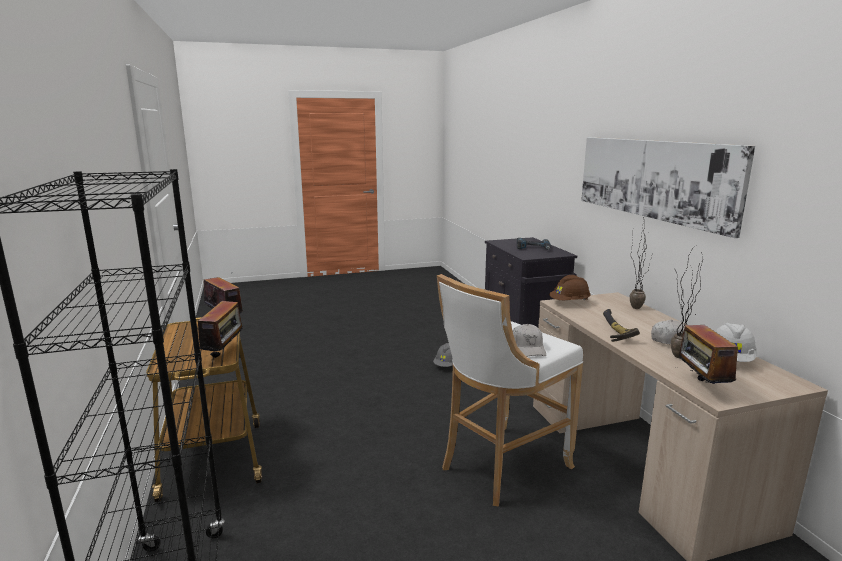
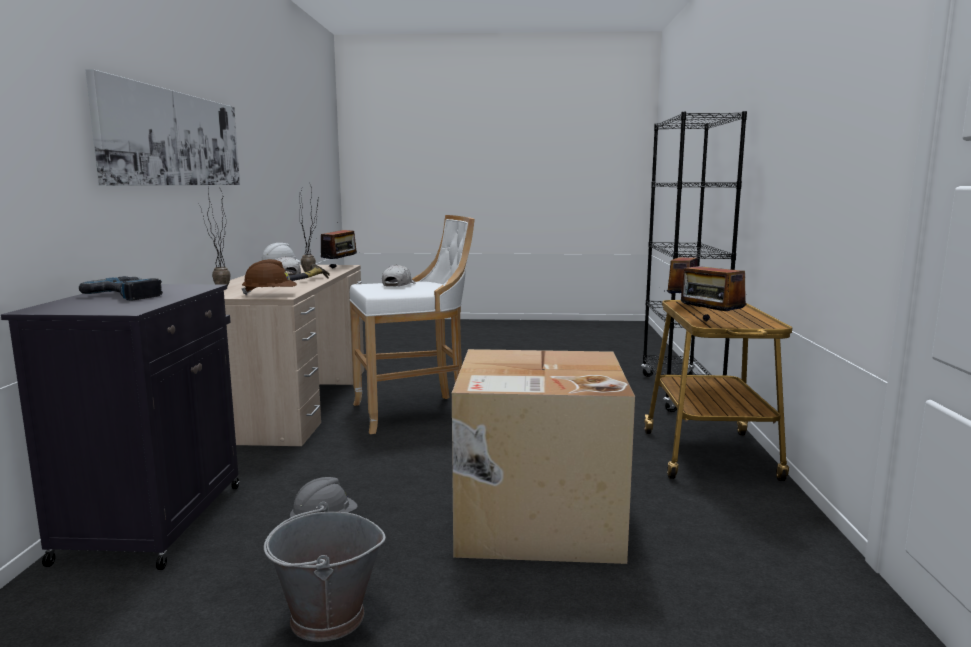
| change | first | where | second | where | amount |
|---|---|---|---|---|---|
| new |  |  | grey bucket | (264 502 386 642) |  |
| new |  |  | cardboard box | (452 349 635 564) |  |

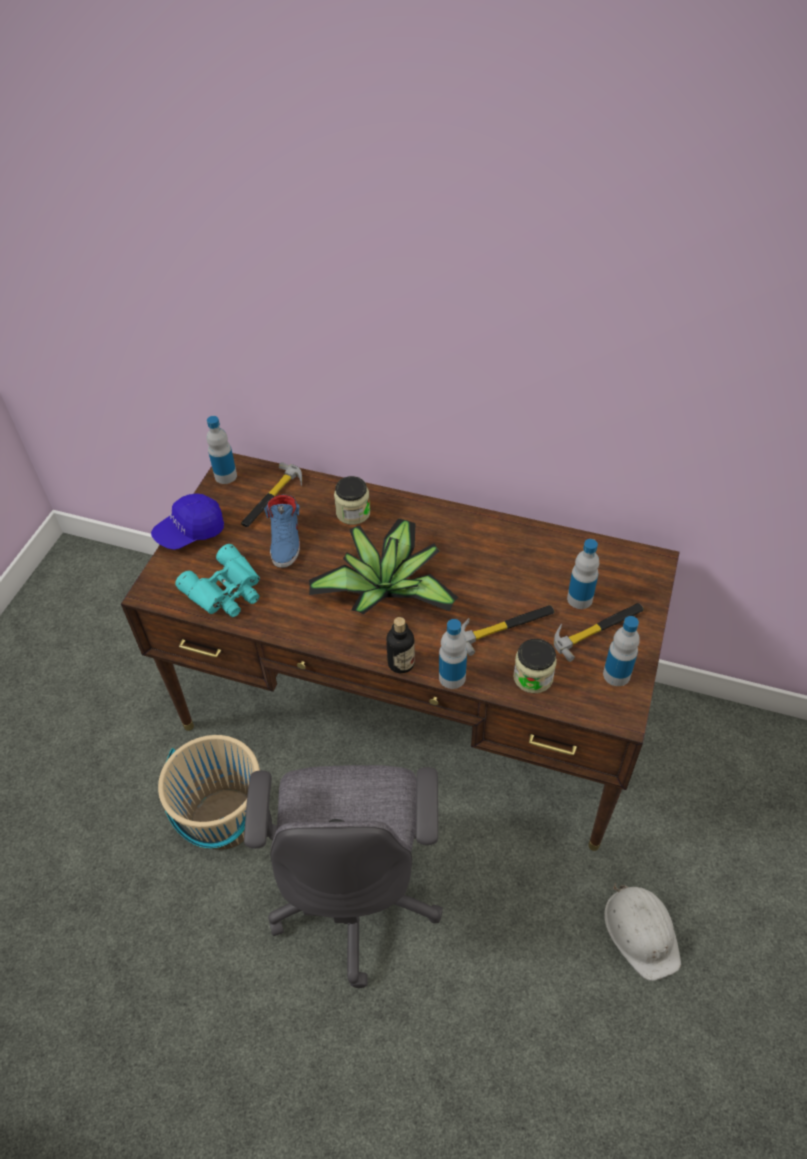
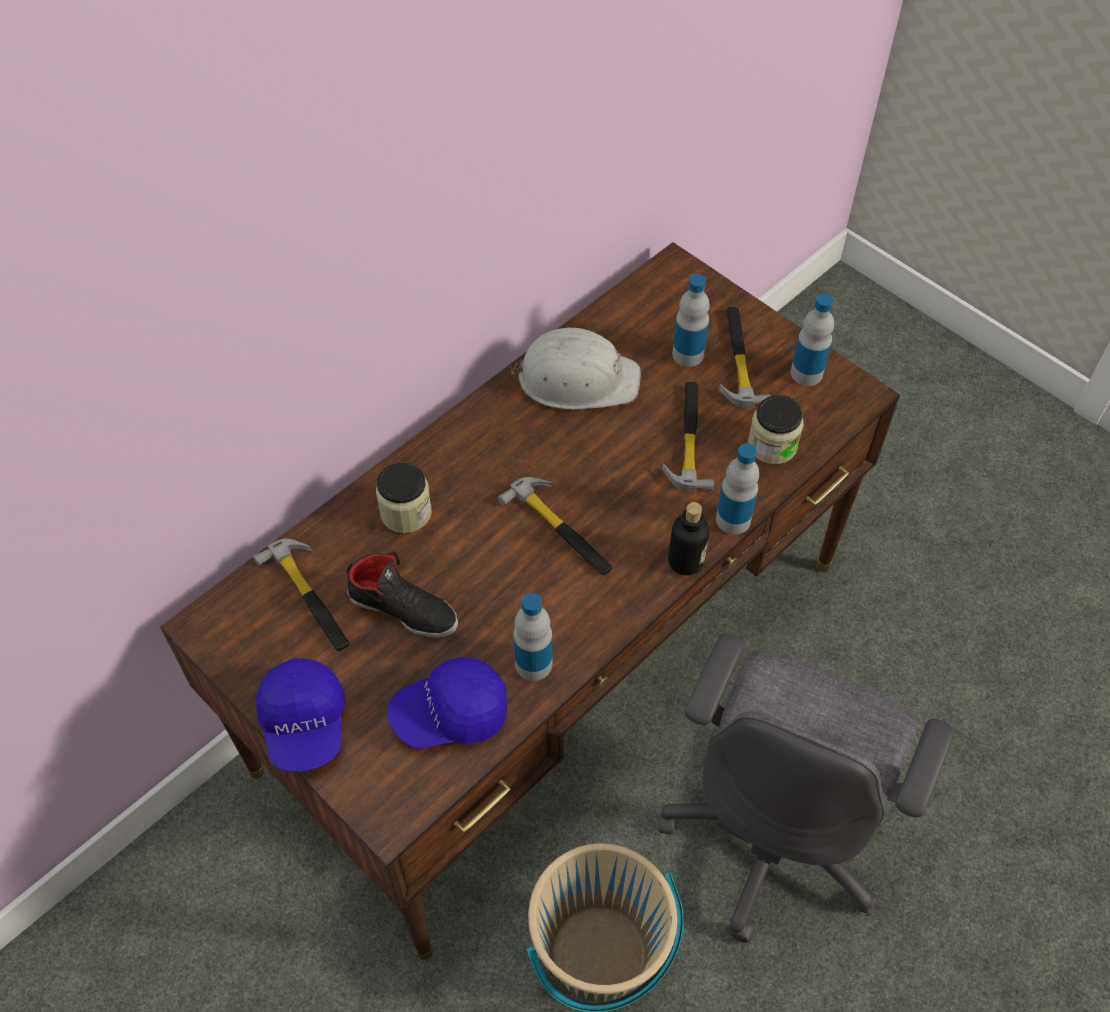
| change | first | where | second | where | amount |
|---|---|---|---|---|---|
| shifted | bottle | (207 416 237 484) |  | (513 593 552 681) |  |
| shifted | white hard hat | (604 883 681 981) |  | (510 328 641 409) |  |
| swapped | turquoise binoculars | (175 544 260 617) | blue cap | (387 657 507 748) |  |
| swapped | potted plant | (309 518 458 614) | hammer | (498 477 612 575) |  |
| repainted | blue shoe | (264 494 300 568) | black shoe | (347 551 458 638) |  |
| rotated | grey office chair | (244 765 443 988) |  | (659 633 955 943) | 90 degrees clockwise |

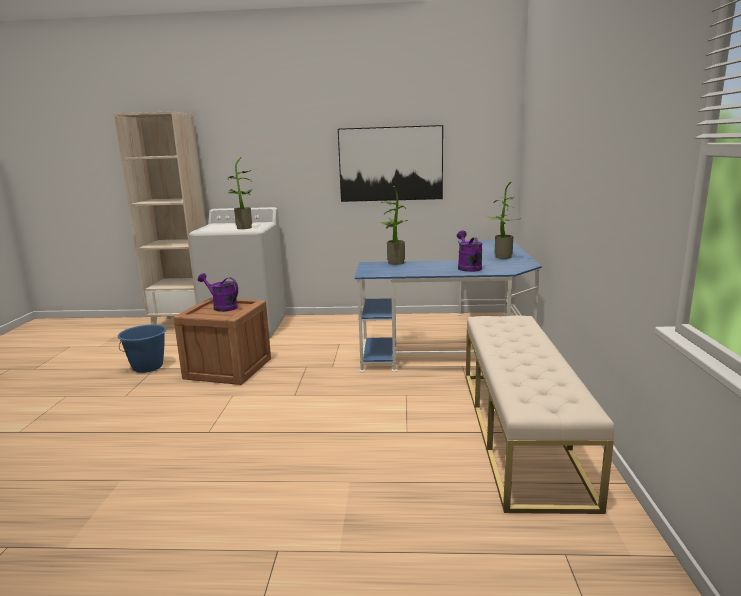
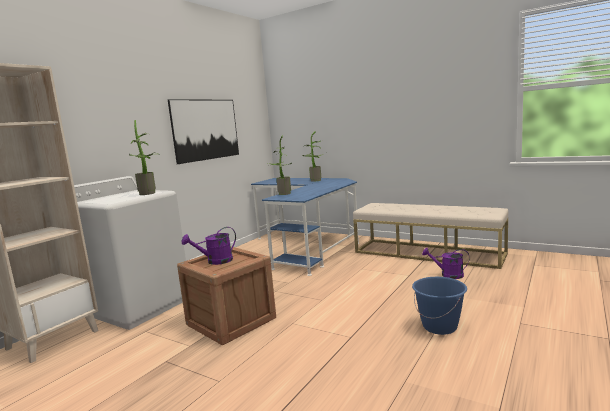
| change | first | where | second | where | amount |
|---|---|---|---|---|---|
| shifted | blue bucket | (118 325 166 373) |  | (412 277 467 335) |  |
| shifted | purple watering can | (457 231 483 272) |  | (422 248 469 279) |  |

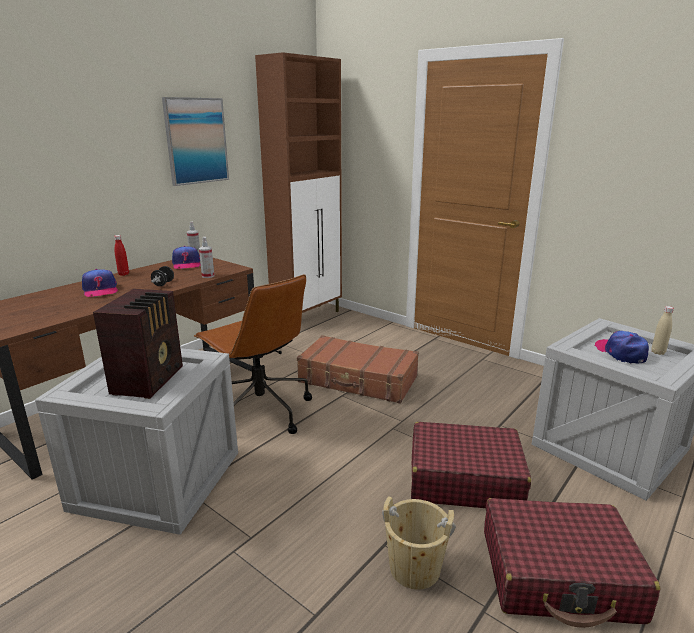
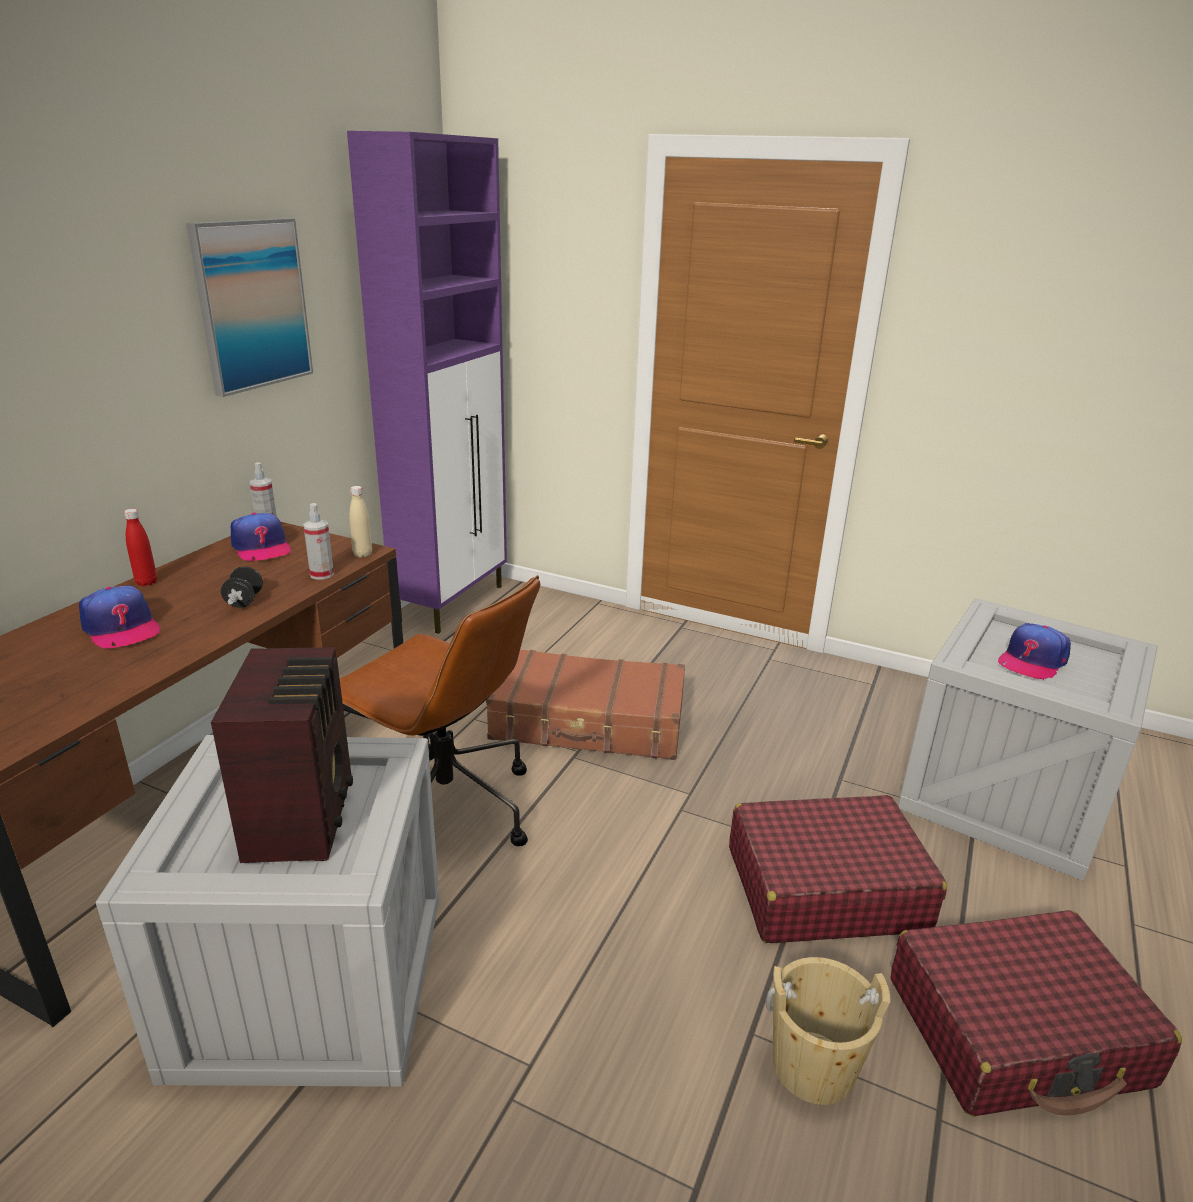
| change | first | where | second | where | amount |
|---|---|---|---|---|---|
| shifted | beige bottle | (651 306 674 355) |  | (349 486 372 558) |  |
| repainted | brown cabinet | (255 52 342 313) | purple cabinet | (347 131 507 634) |  |
| rotated | cap | (595 331 649 363) |  | (998 623 1071 681) | 105 degrees counterclockwise |

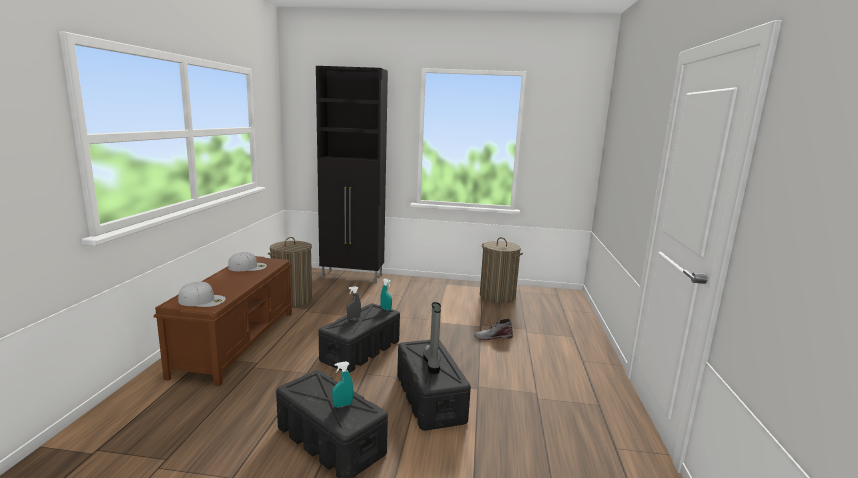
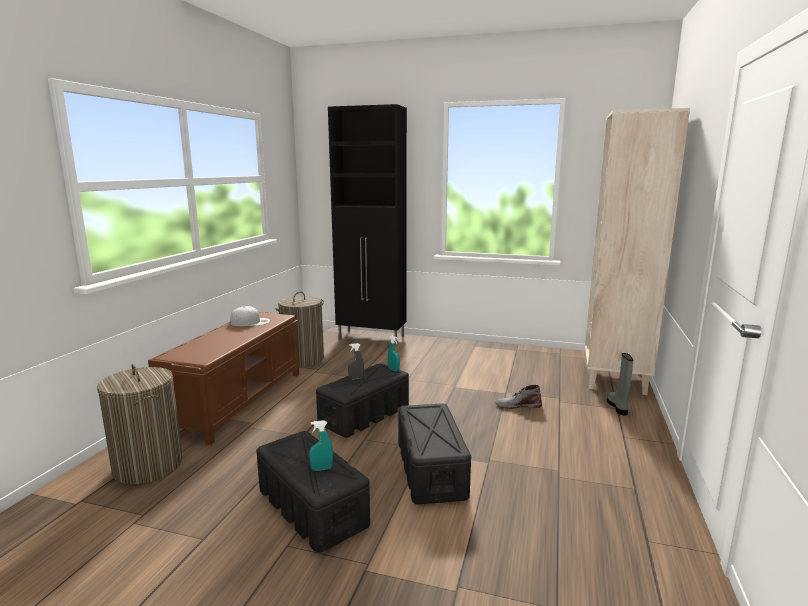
| change | first | where | second | where | amount |
|---|---|---|---|---|---|
| gone | white cap | (178 282 226 307) |  |  |  |
| new |  |  | beige bookcase | (585 108 690 395) |  |
| shifted | grey boot | (423 302 441 374) |  | (607 353 633 415) |  |
| shifted | laundry basket | (480 237 523 303) |  | (97 364 183 484) |  |

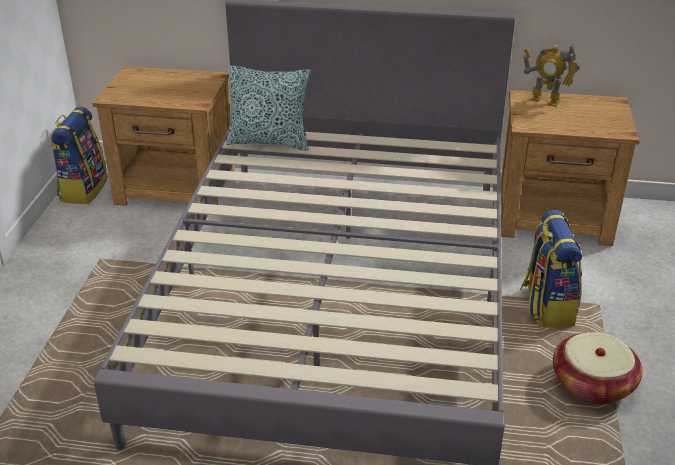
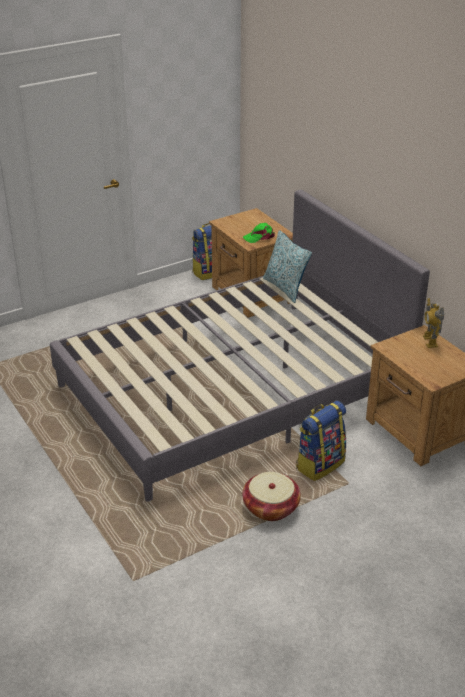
| change | first | where | second | where | amount |
|---|---|---|---|---|---|
| new |  |  | green cap | (243 223 275 243) |  |

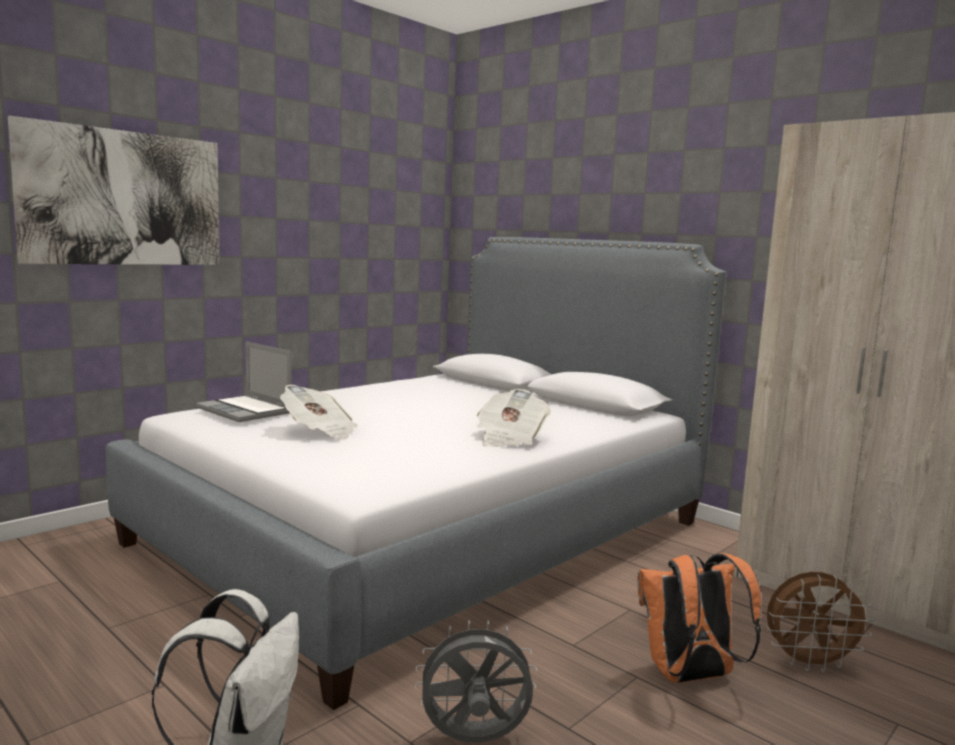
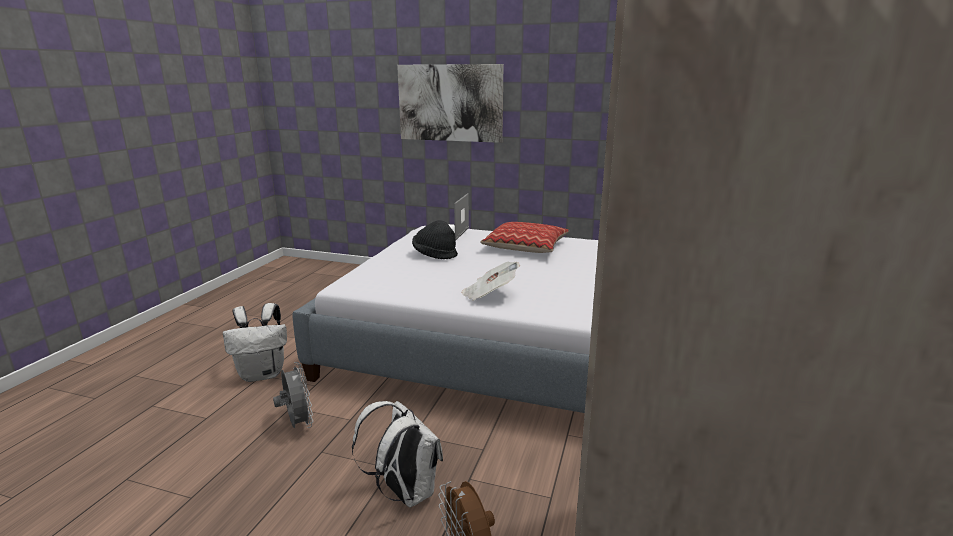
| change | first | where | second | where | amount |
|---|---|---|---|---|---|
| new |  |  | pillow | (480 222 569 253) |  |
| swapped | newspaper | (280 385 358 440) | black hat | (412 220 458 259) |  |
| repainted | orange backpack | (637 553 761 683) | white backpack | (352 401 443 508) |  |

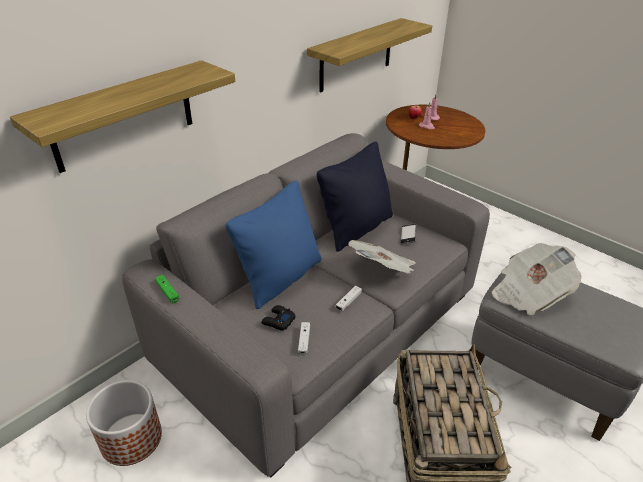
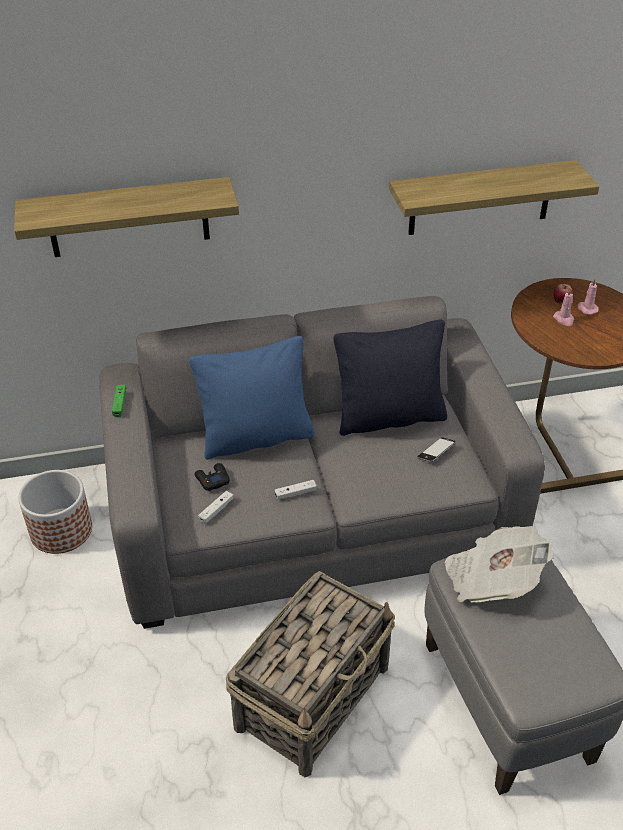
| change | first | where | second | where | amount |
|---|---|---|---|---|---|
| gone | newspaper | (348 240 416 274) |  |  |  |

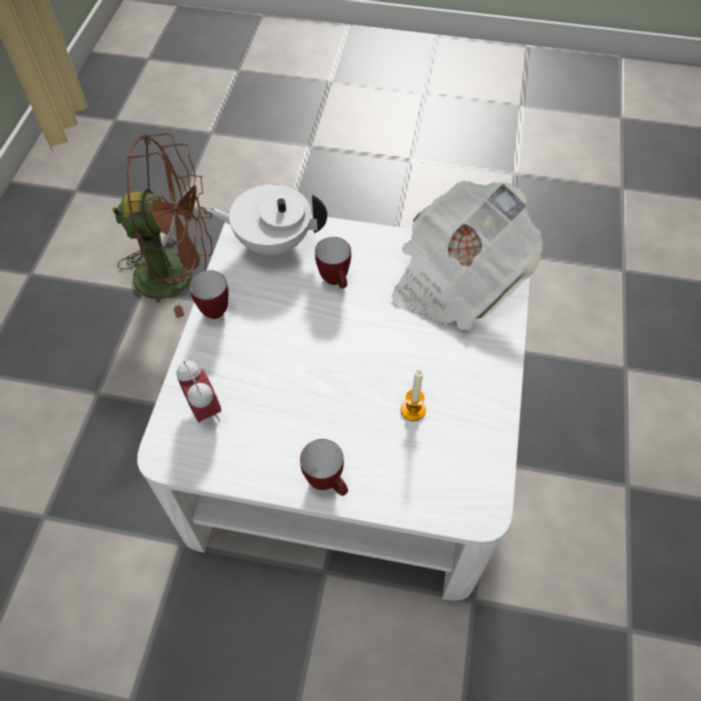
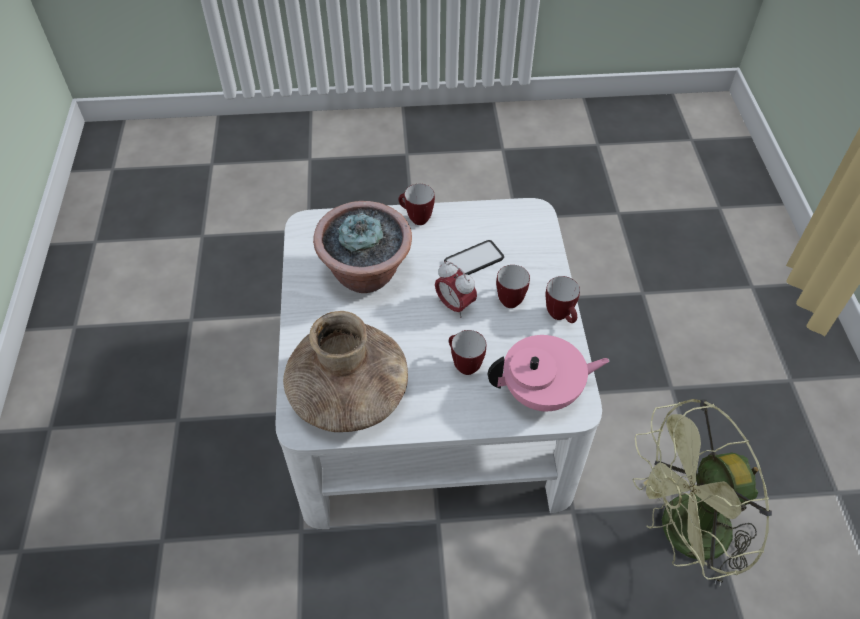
| change | first | where | second | where | amount |
|---|---|---|---|---|---|
| new |  |  | phone | (444 240 504 275) |  |
| new |  |  | mug | (496 265 530 308) |  |
| shifted | alarm clock | (176 361 221 423) |  | (435 262 477 318) |  |
| swapped | newspaper | (392 181 543 330) | brown vase | (283 311 408 432) |  |
| swapped | candle | (401 370 426 421) | potted plant | (313 201 412 293) |  |
| repainted | brown fan | (112 133 212 318) | green fan | (633 399 772 587) |  |
| repainted | white teapot | (207 184 327 257) | pink teapot | (488 335 610 411) |  |

